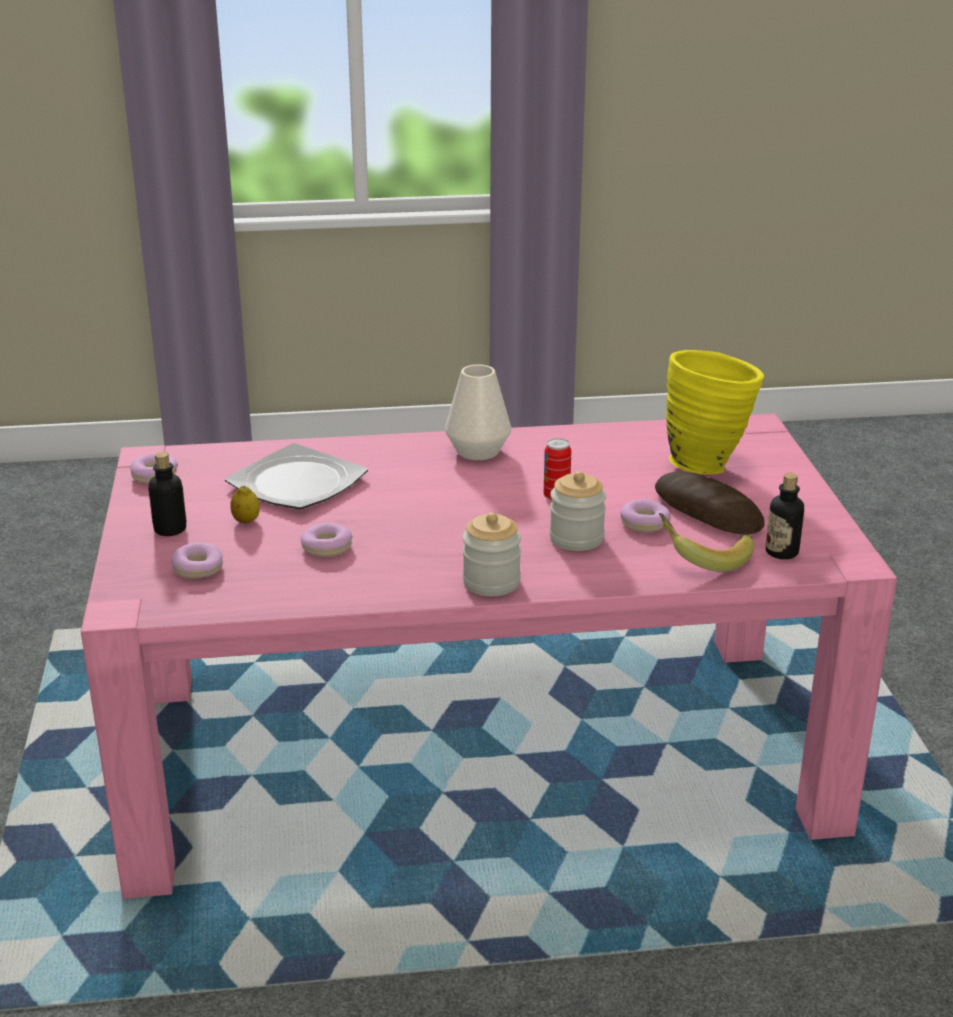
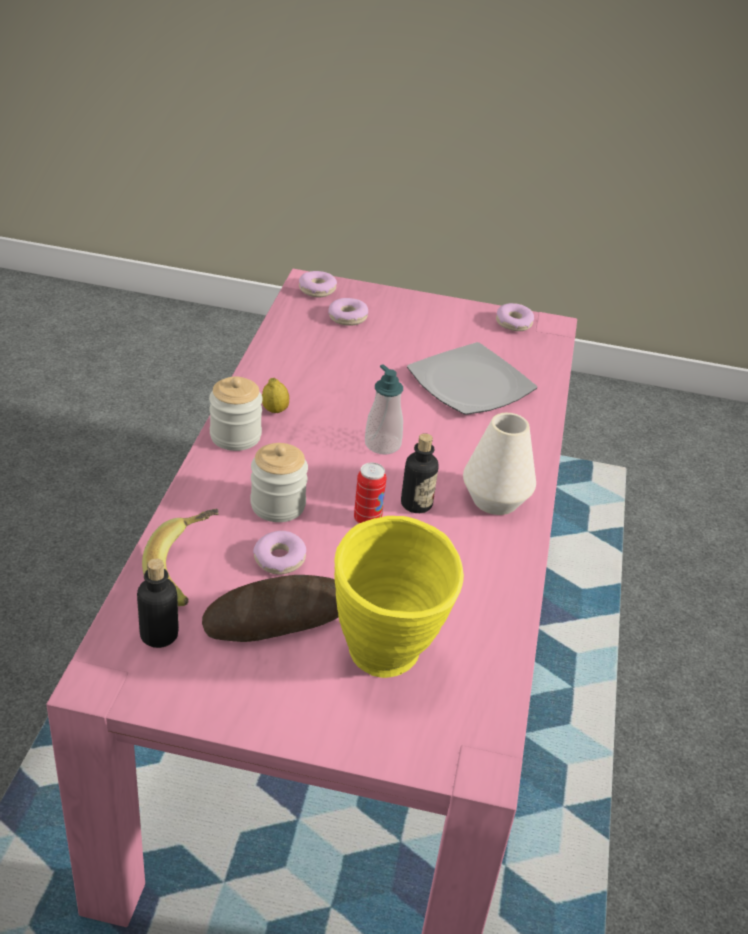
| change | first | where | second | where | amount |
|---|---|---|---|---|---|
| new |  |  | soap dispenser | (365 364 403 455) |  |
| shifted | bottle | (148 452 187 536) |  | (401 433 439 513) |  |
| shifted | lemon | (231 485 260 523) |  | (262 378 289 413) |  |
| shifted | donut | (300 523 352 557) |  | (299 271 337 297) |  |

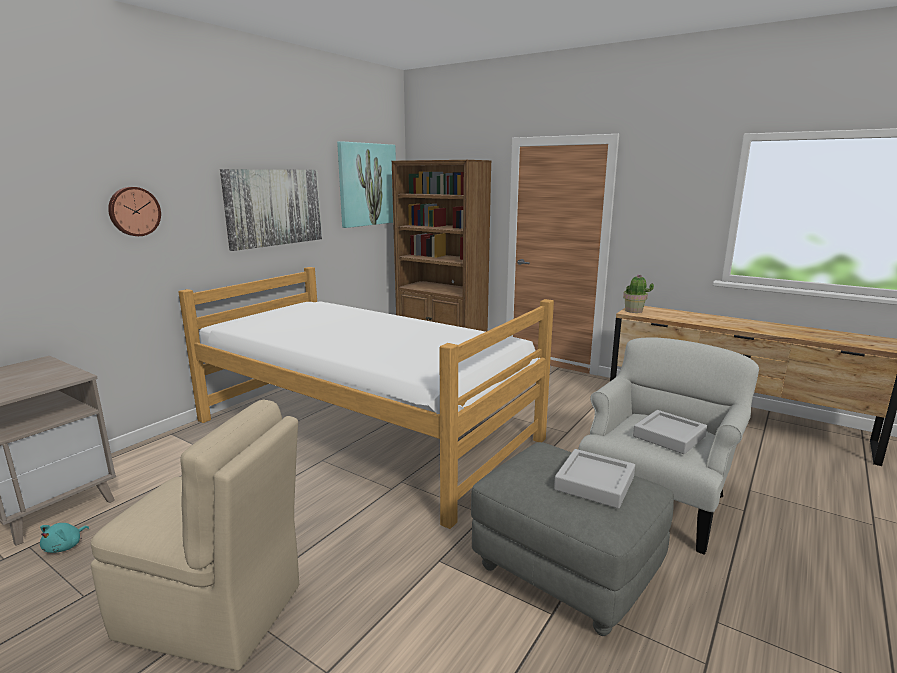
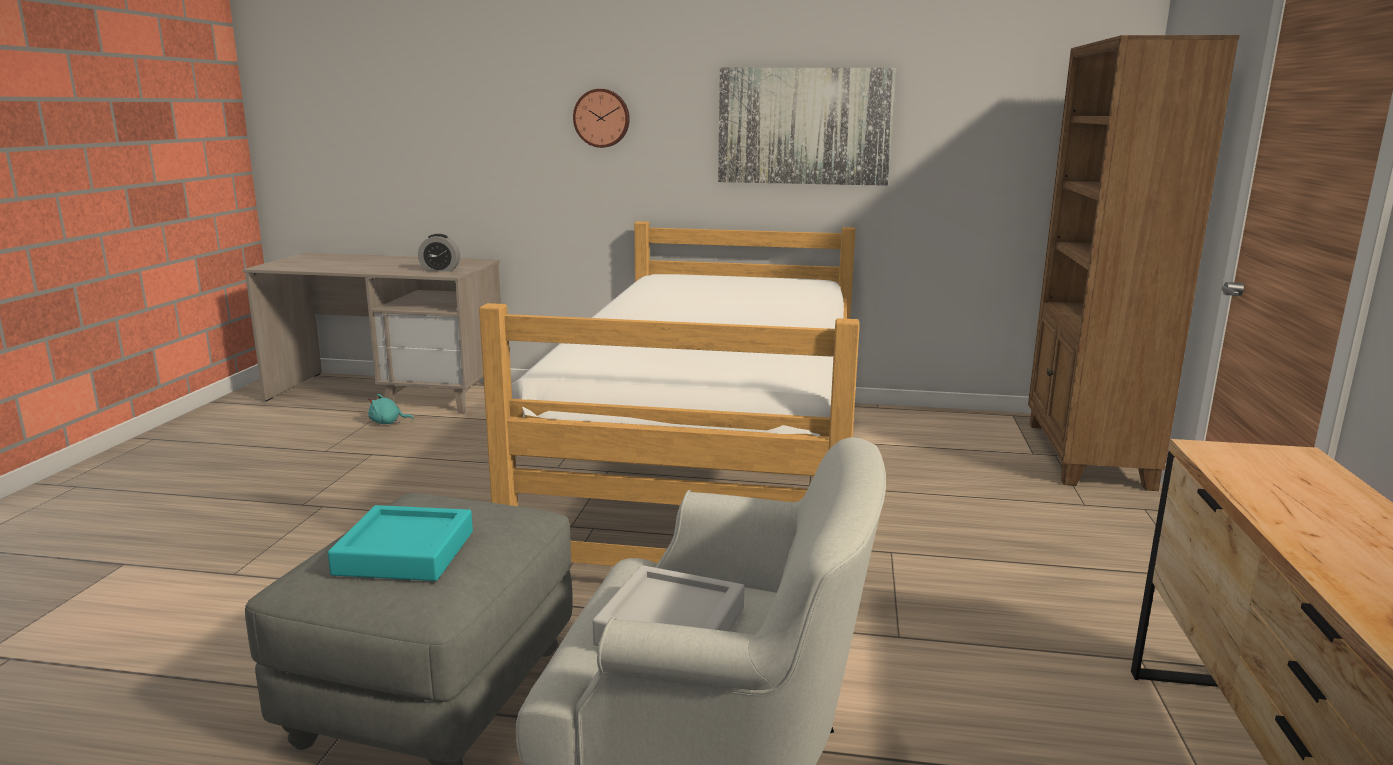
| change | first | where | second | where | amount |
|---|---|---|---|---|---|
| gone | beige chair | (91 399 299 671) |  |  |  |
| gone | picture | (337 141 396 228) |  |  |  |
| gone | potted plant | (623 275 654 313) |  |  |  |
| new |  |  | alarm clock | (418 234 460 271) |  |
| repainted | grey tray | (554 449 635 509) | turquoise tray | (328 505 473 581) |  |

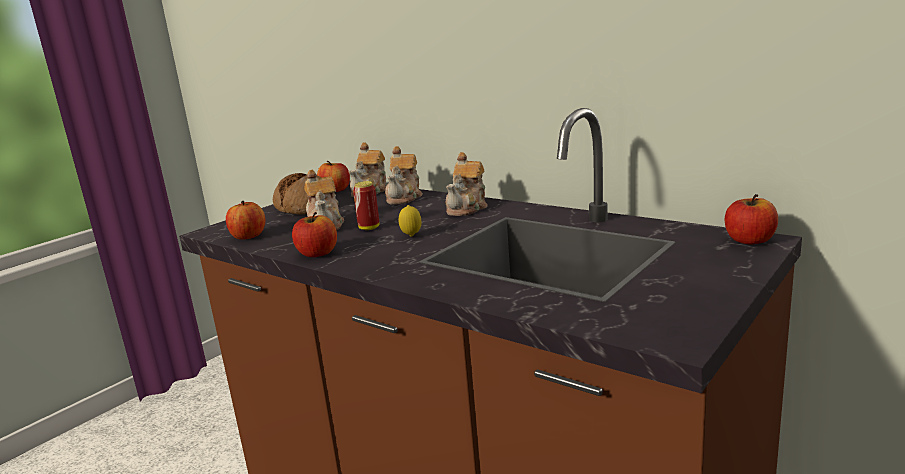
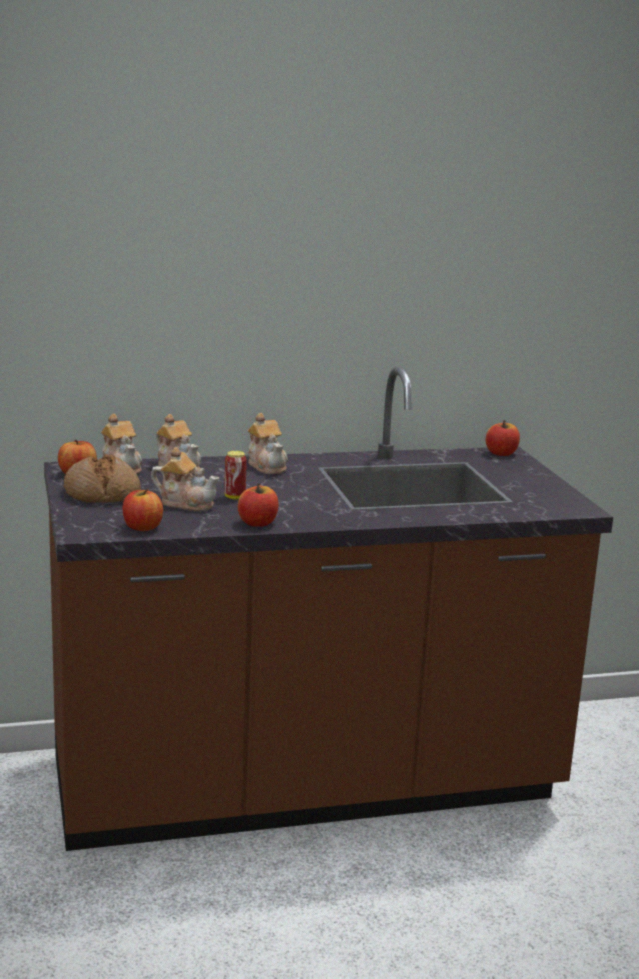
| change | first | where | second | where | amount |
|---|---|---|---|---|---|
| gone | lemon | (399 205 421 237) |  |  |  |

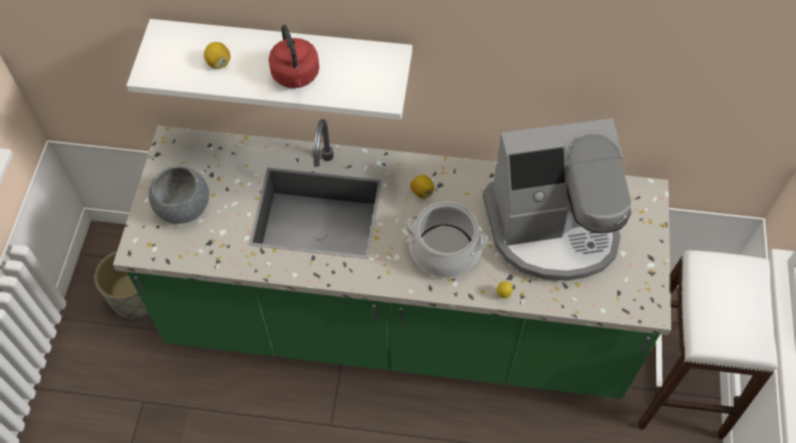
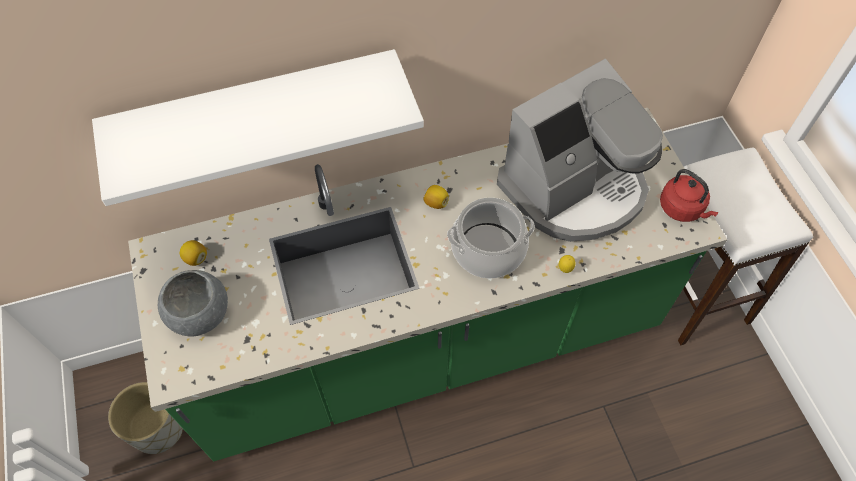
| change | first | where | second | where | amount |
|---|---|---|---|---|---|
| shifted | lemon | (204 42 230 69) |  | (180 240 207 266) |  |
| shifted | red kettle | (269 25 319 88) |  | (660 169 719 222) |  |

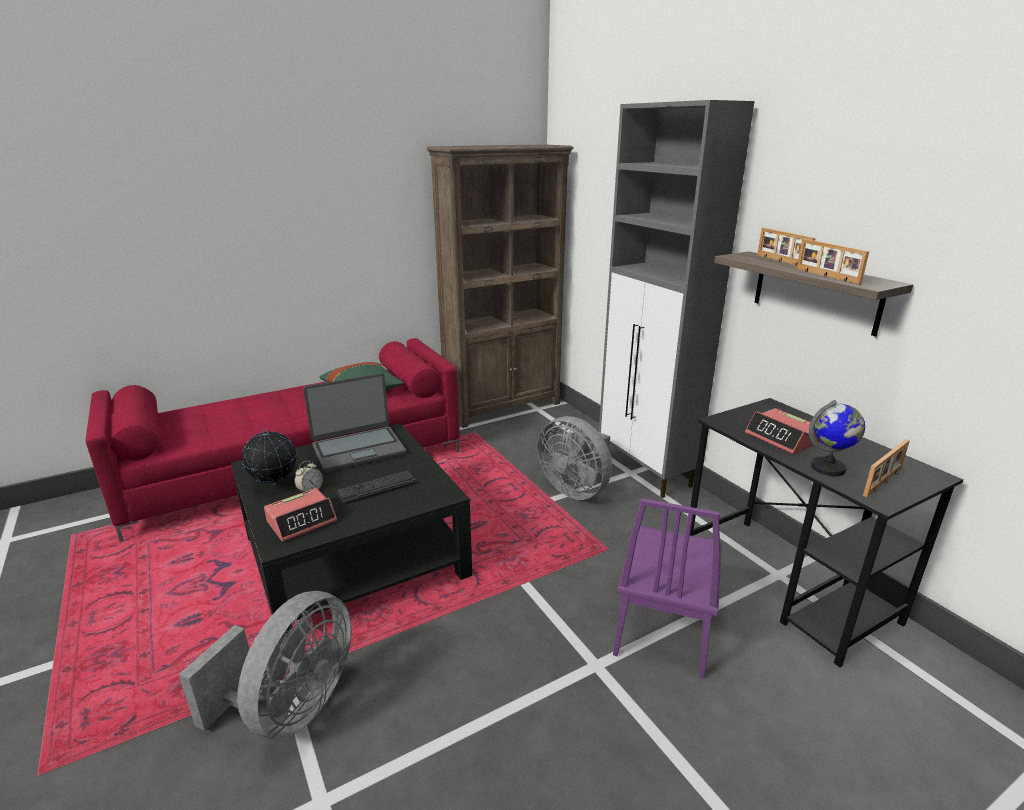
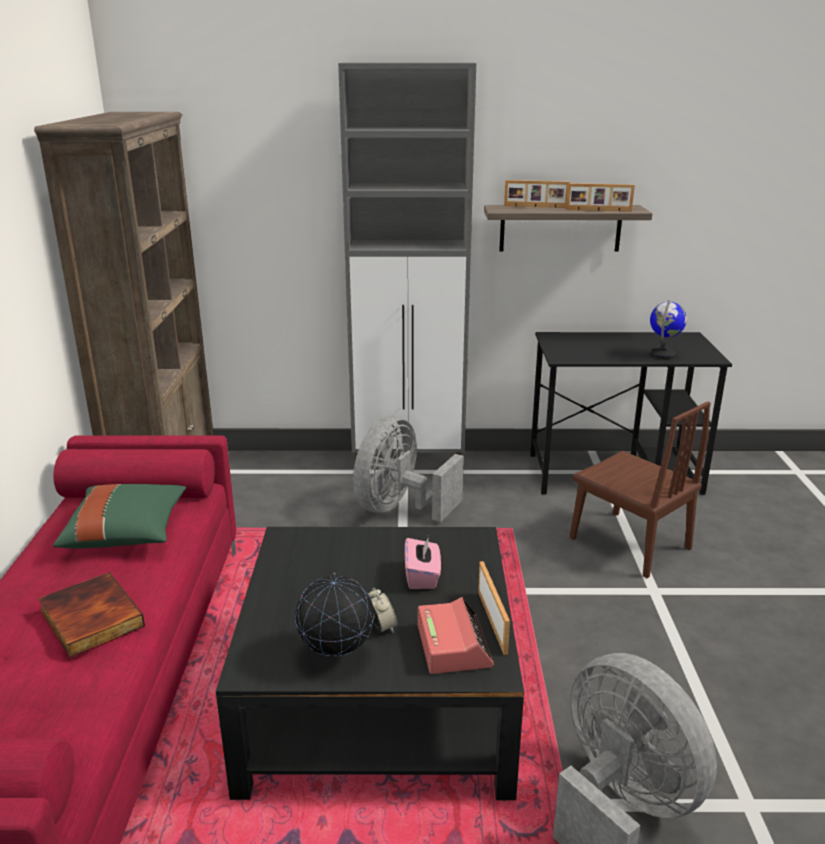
| change | first | where | second | where | amount |
|---|---|---|---|---|---|
| gone | laptop | (304 373 406 472) |  |  |  |
| gone | alarm clock | (745 408 820 454) |  |  |  |
| new |  |  | book | (38 572 145 658) |  |
| shifted | picture frame | (863 439 910 497) |  | (478 561 510 655) |  |
| swapped | keyboard | (337 470 417 505) | pink tissue box | (405 536 441 589) |  |
| repainted | purple chair | (613 498 722 679) | brown chair | (570 401 711 578) |  |
| rotated | grey fan | (538 416 612 500) |  | (353 416 464 522) | 135 degrees clockwise |

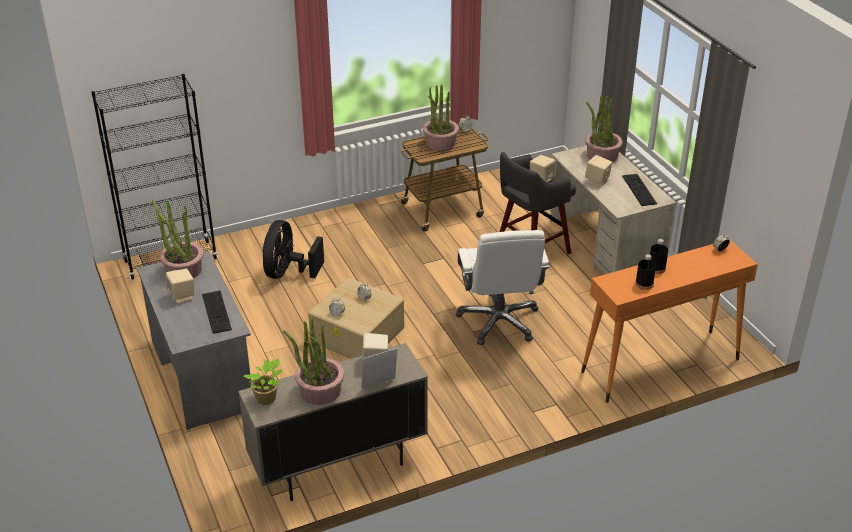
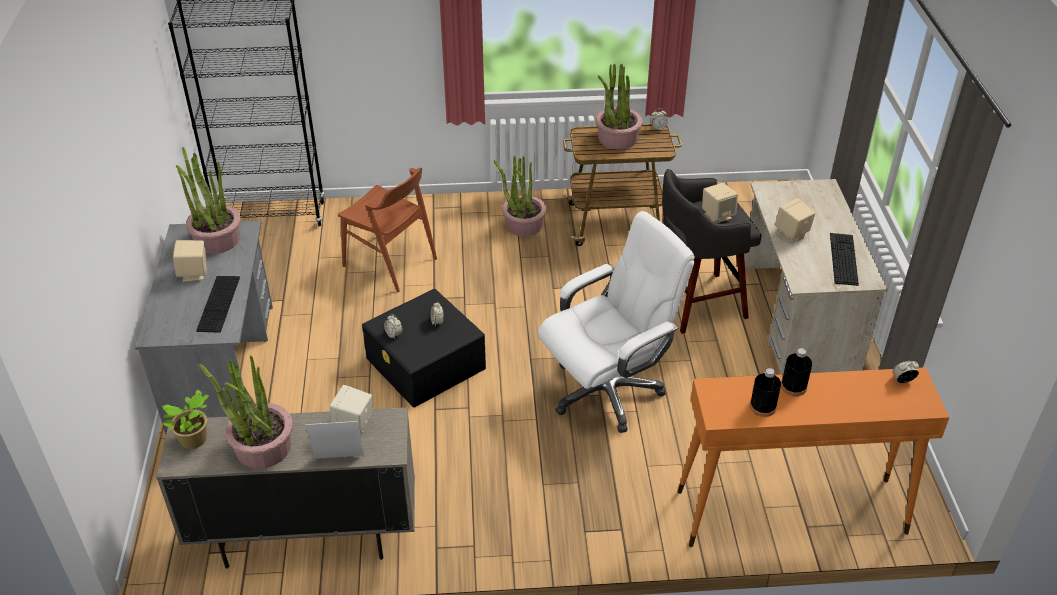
| change | first | where | second | where | amount |
|---|---|---|---|---|---|
| shifted | potted plant | (585 95 623 162) |  | (494 156 547 237) |  |
| swapped | black fan | (263 220 324 279) | brown chair | (338 168 437 292) |  |
| repainted | beige storage box | (308 278 404 359) | black storage box | (362 289 486 407) |  |
| rotated | white office chair | (456 230 550 346) |  | (538 211 695 433) | 135 degrees counterclockwise |

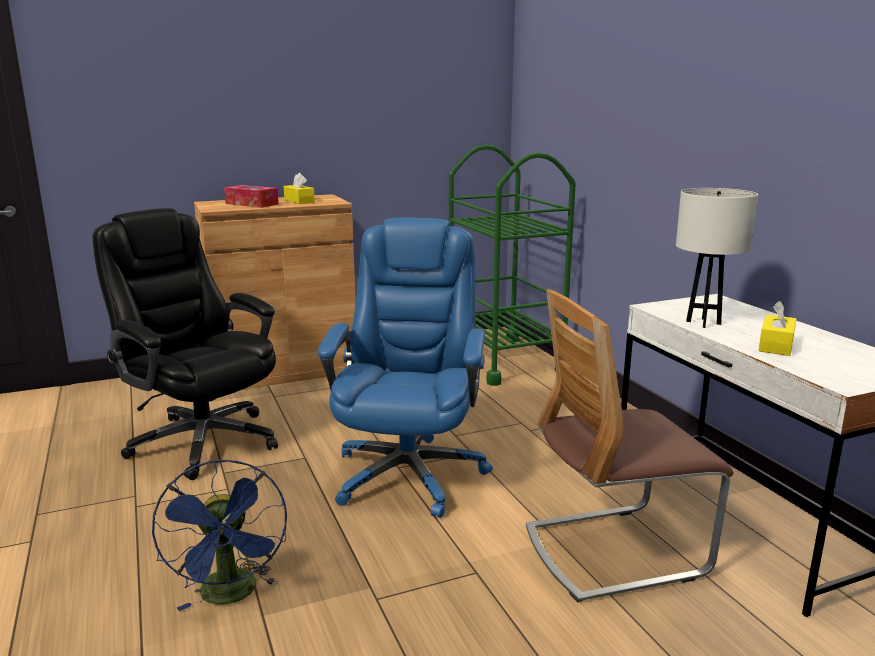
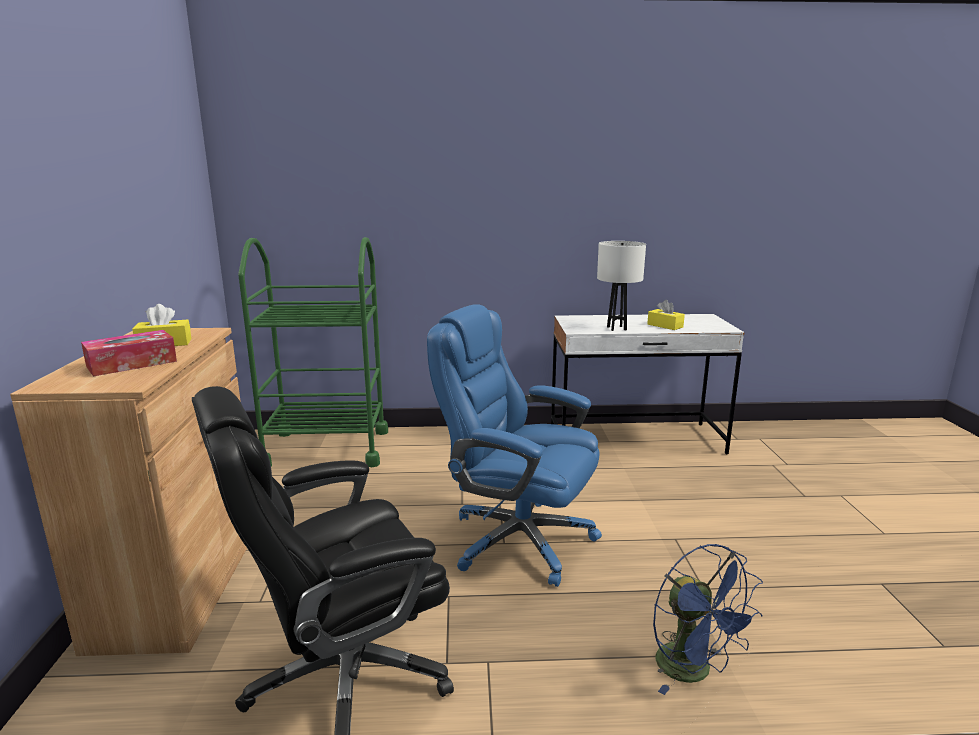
| change | first | where | second | where | amount |
|---|---|---|---|---|---|
| gone | chair | (526 289 733 602) |  |  |  |
| rotated | blue fan | (152 459 287 611) |  | (653 544 763 695) | 60 degrees clockwise |

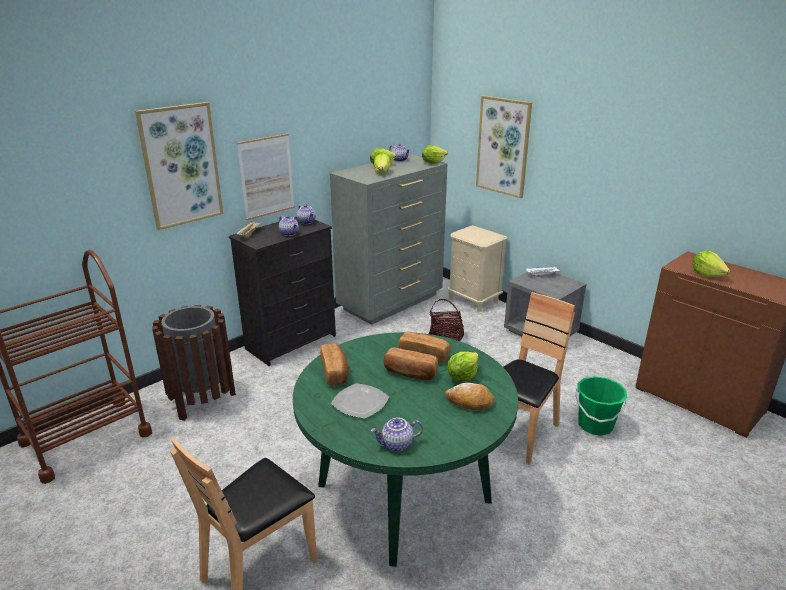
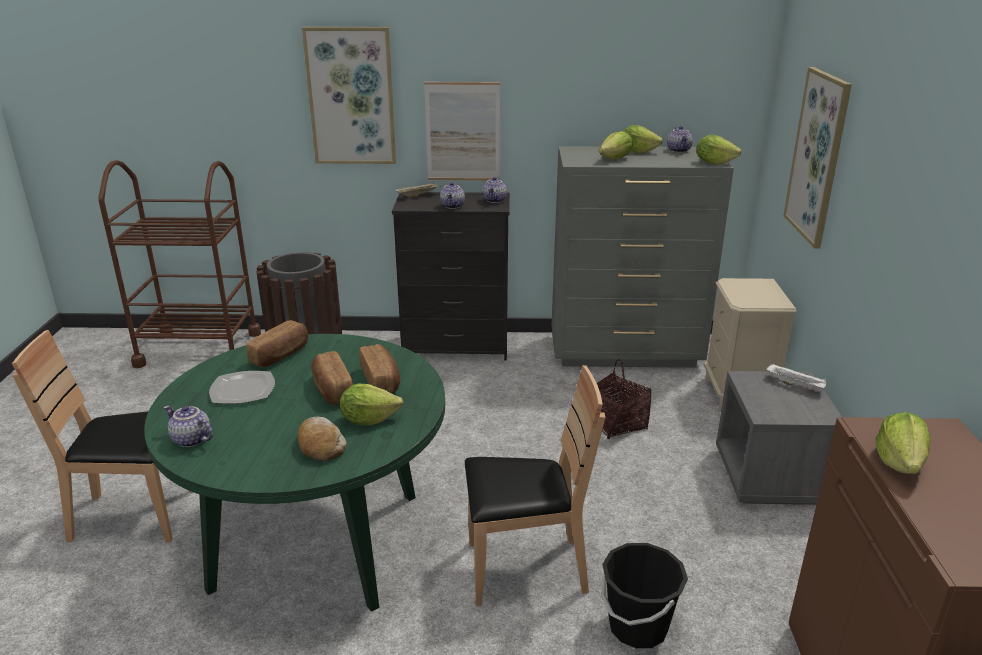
| change | first | where | second | where | amount |
|---|---|---|---|---|---|
| repainted | green bucket | (576 376 628 435) | black bucket | (601 543 688 648) |  |

